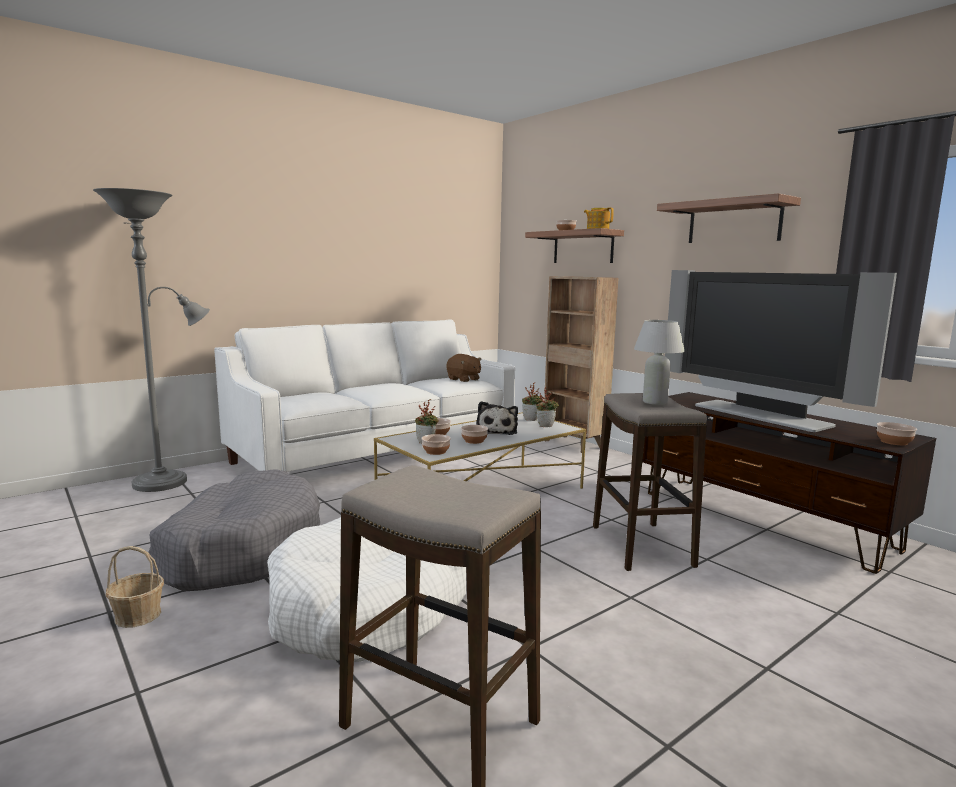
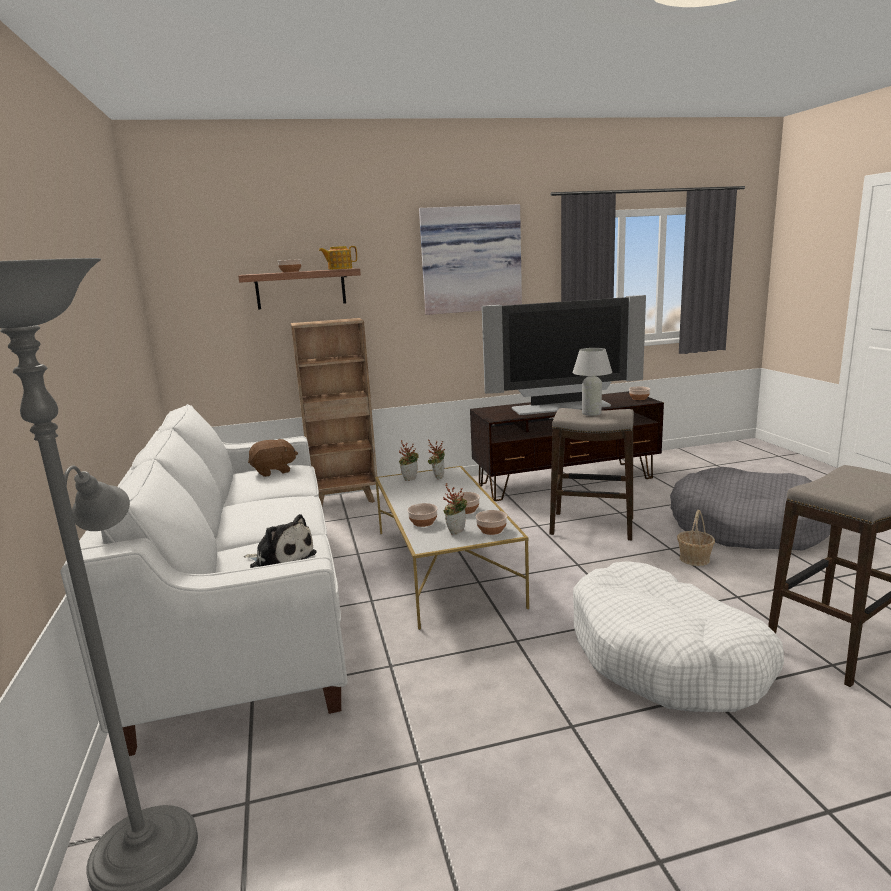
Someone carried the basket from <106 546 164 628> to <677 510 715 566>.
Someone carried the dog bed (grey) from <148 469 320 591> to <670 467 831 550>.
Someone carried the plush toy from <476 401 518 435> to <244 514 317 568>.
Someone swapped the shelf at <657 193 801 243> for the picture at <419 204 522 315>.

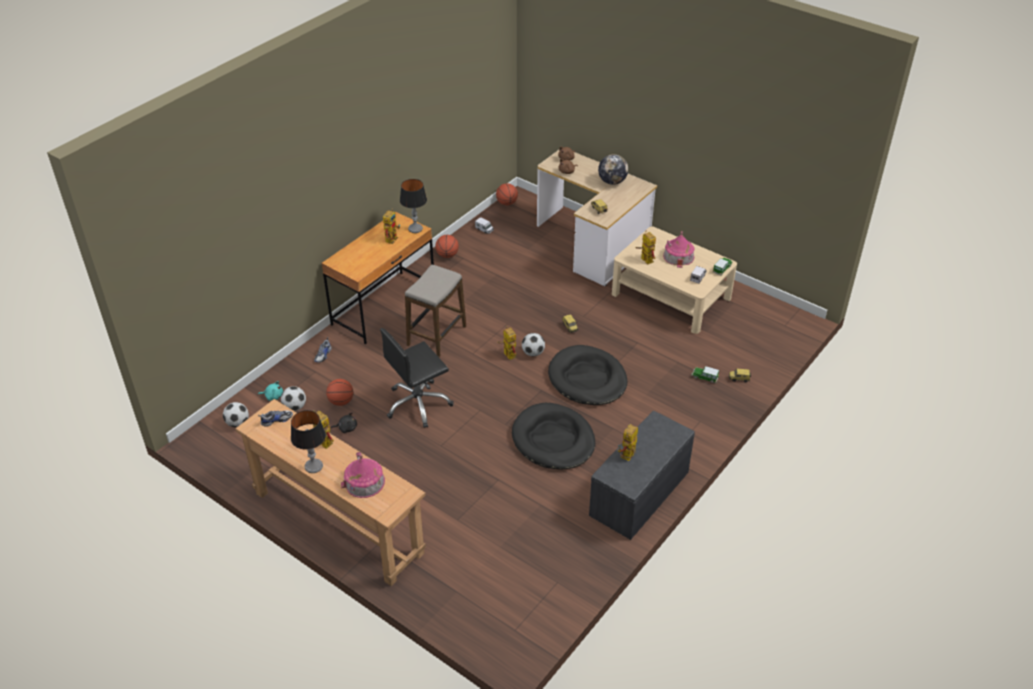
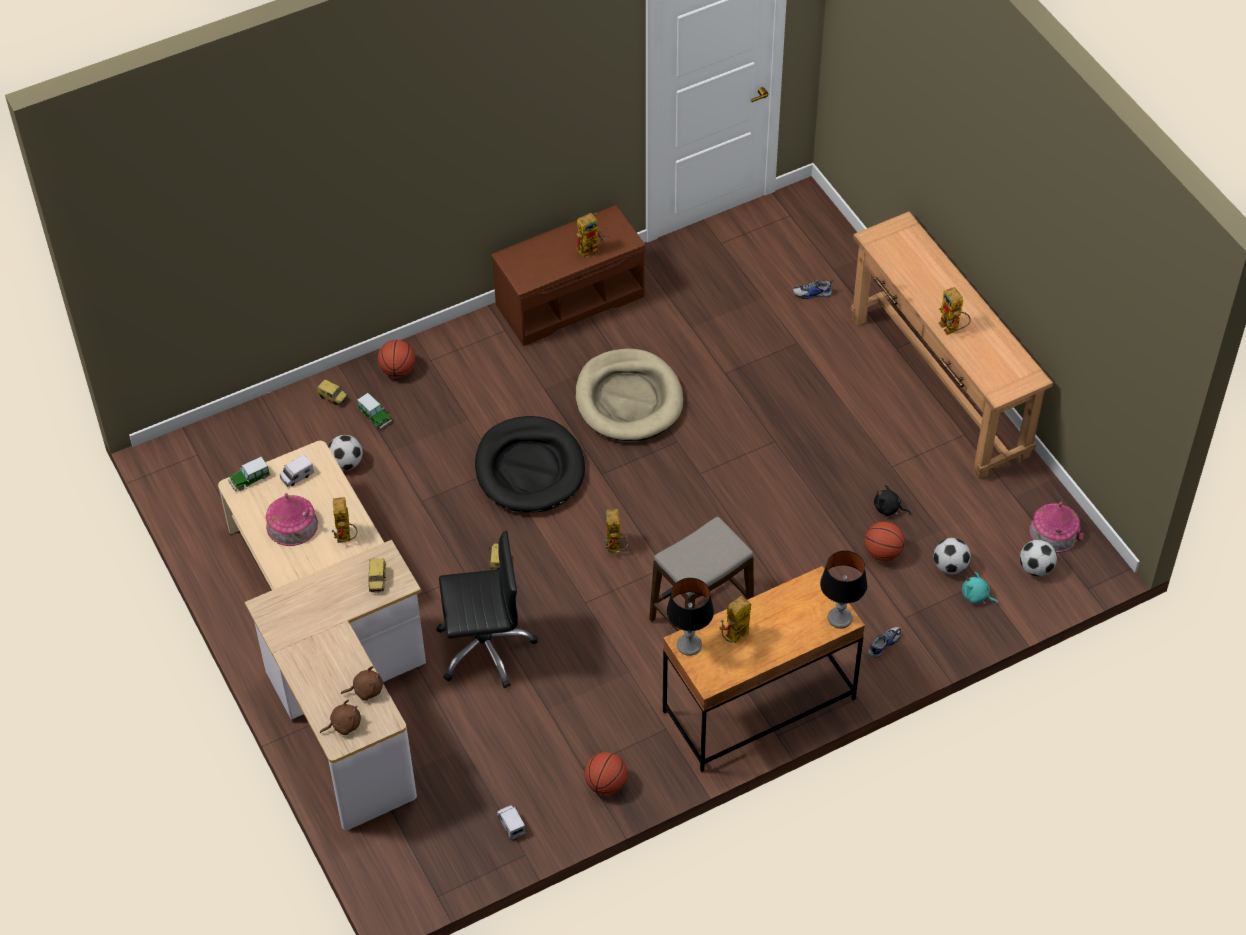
Someone carried the shoe from <258 411 293 427> to <793 280 833 300>.
Someone carried the table lamp from <291 410 326 473> to <820 551 867 629>.
Someone carried the toy house from <341 452 385 498> to <1029 502 1084 553>.
Someone carried the office chair (black) from <380 328 454 428> to <436 531 538 688>.
Someone carried the basketball from <496 183 518 205> to <378 340 415 377>.
Someone repainted the dog bed (black) at <512 403 596 470>, which became the dog bed (beige) at <575 348 683 441>.
Someone carried the football from <522 333 545 356> to <328 435 363 470>.
Someone repainted the bench (grey) at <589 411 695 540>, which became the bench (brown) at <491 205 645 346>.
Someone took away the globe at <598 154 628 185>.

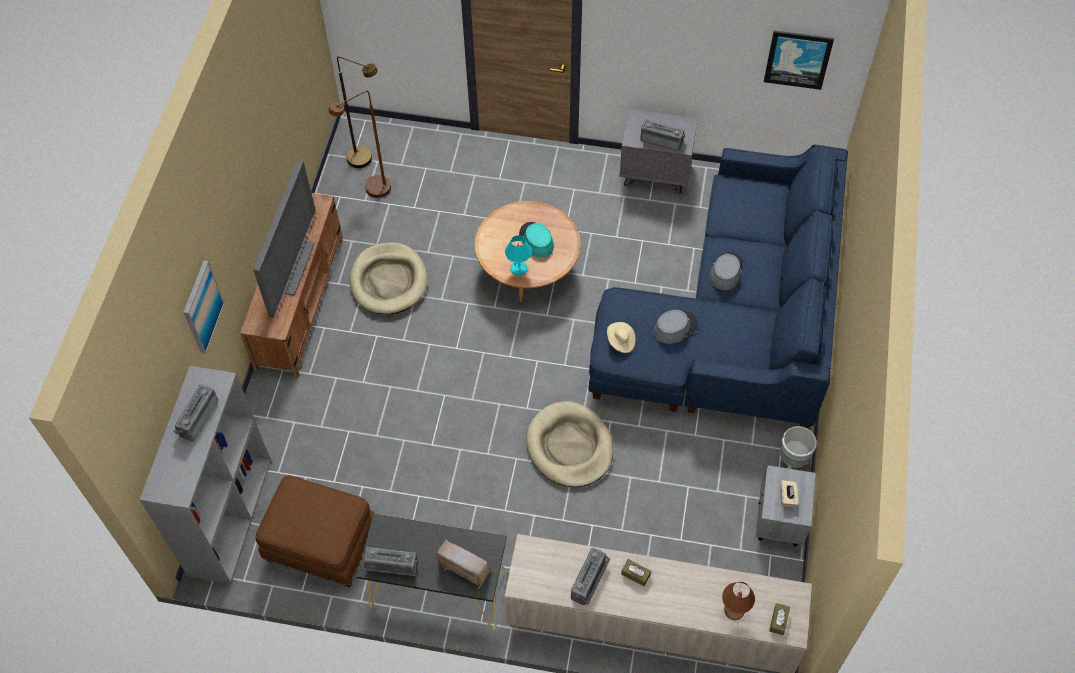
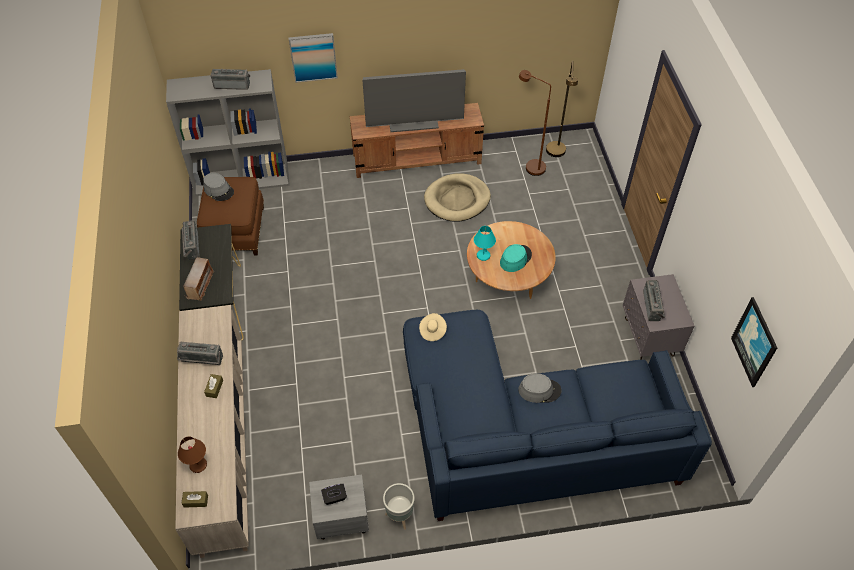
Someone took away the dog bed (beige) at <526 401 613 487>.
Someone carried the hat (grey) from <653 310 698 344> to <203 173 234 201>.
Someone repainted the tissue box (beige) at <780 480 798 507>, which became the tissue box (black) at <321 484 347 505>.

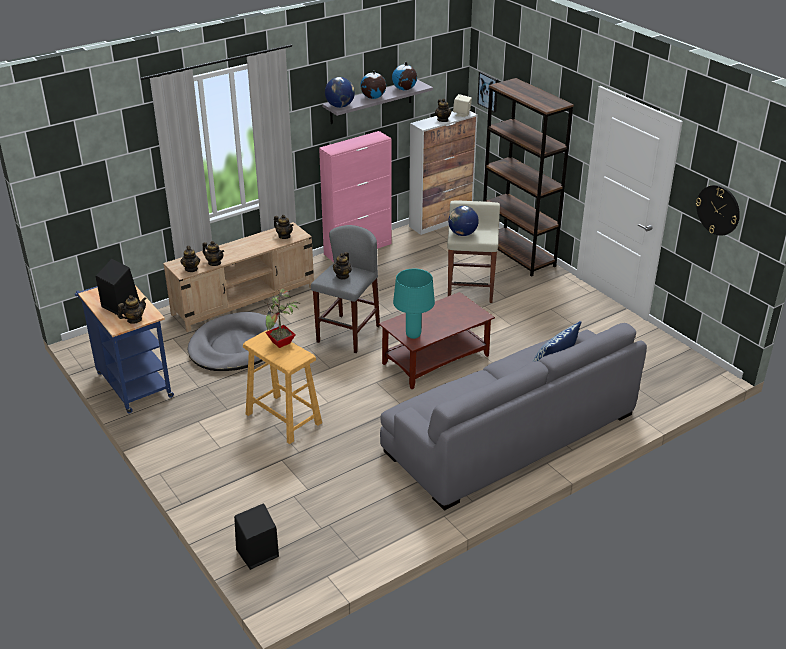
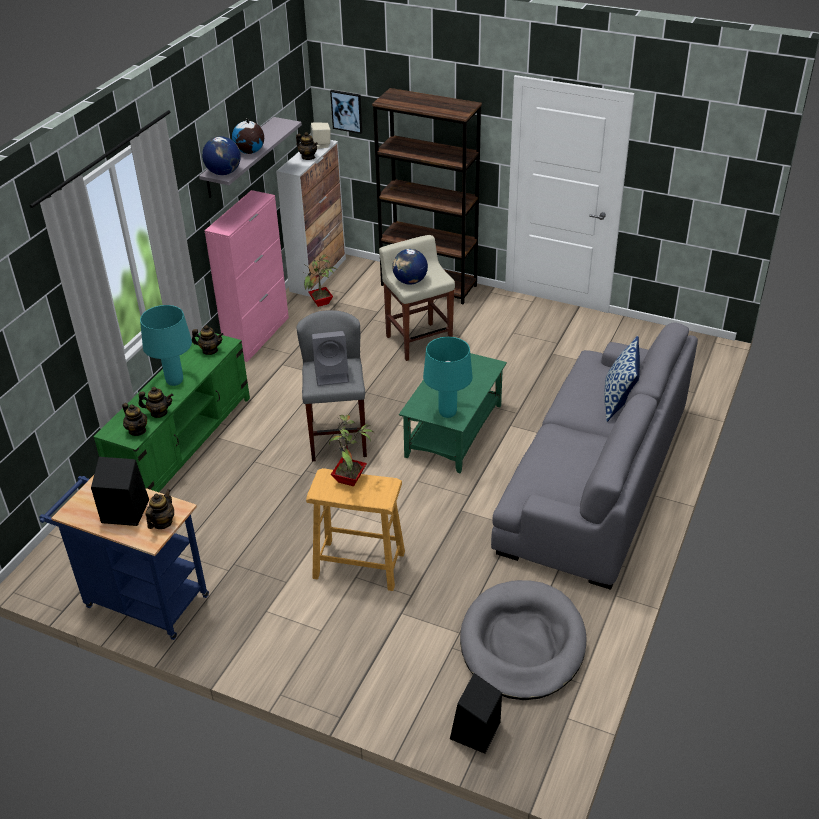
Someone repainted the tv stand (beige) at <163 222 314 332>, which became the tv stand (green) at <93 333 250 492>.
Someone carried the dog bed (grey) from <188 312 279 371> to <460 580 587 700>.
Someone swapped the teapot at <333 252 352 280> for the speaker (grey) at <312 331 349 386>.
Someone repainted the coffee table (brown) at <379 292 495 389>, which became the coffee table (green) at <399 353 507 473>.
Someone took away the globe at <392 62 417 90>.
Someone took away the wall clock at <696 185 740 236>.
Someone put down the table lamp (turquoise) at <140 305 192 386>.
Someone put down the potted plant at <304 254 336 307>.

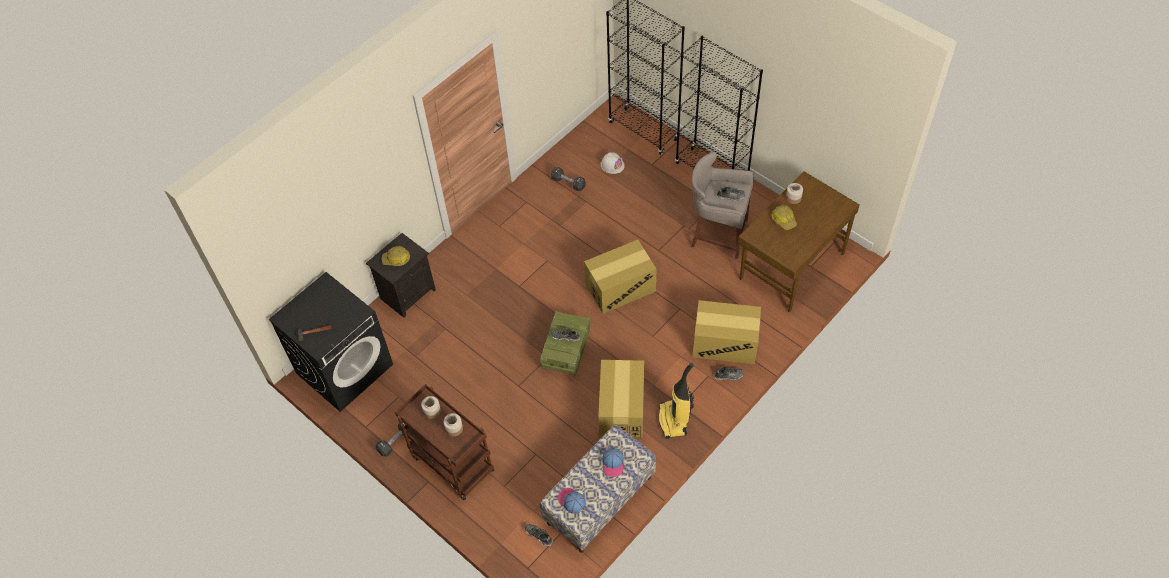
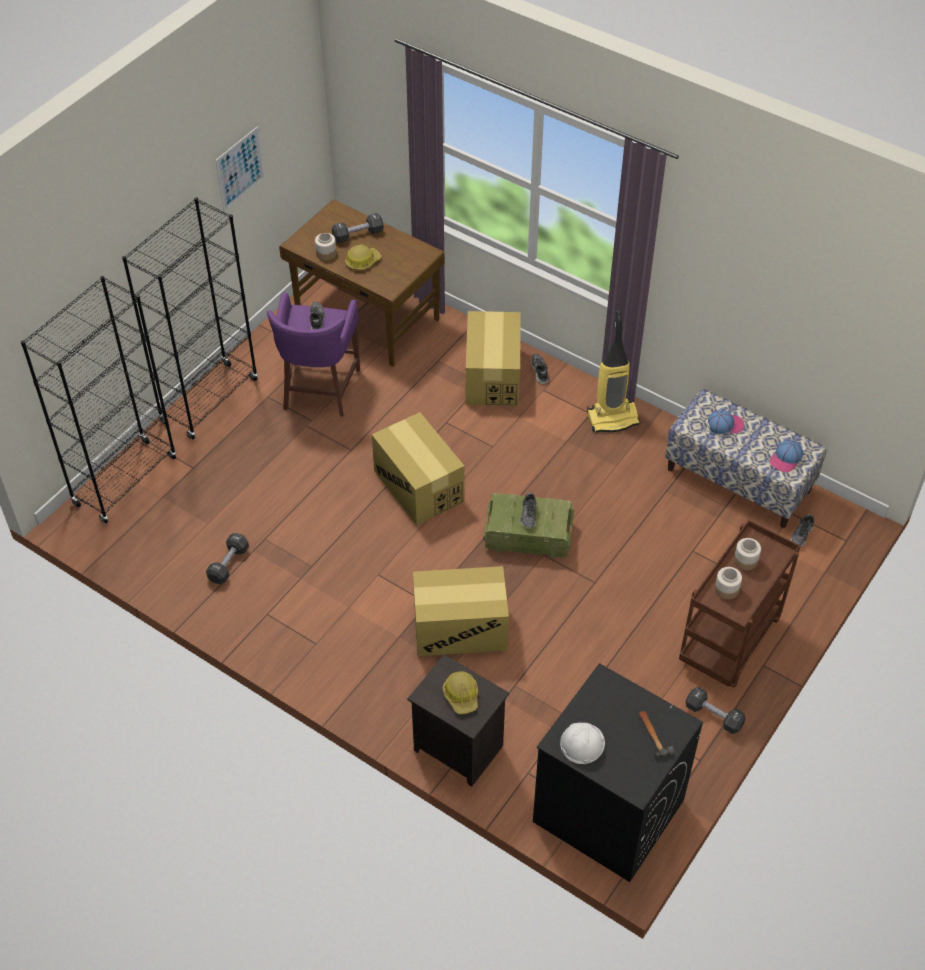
Someone carried the cardboard box from <599 360 644 438> to <413 566 509 656>.
Someone carried the hard hat (white) from <601 152 625 174> to <560 722 605 764>.
Someone repainted the stool (grey) at <691 152 754 259>, which became the stool (purple) at <267 292 360 416>.
Someone put up the picture at <215 126 265 211>.
Someone put down the dumbbell (black) at <332 213 384 243>.

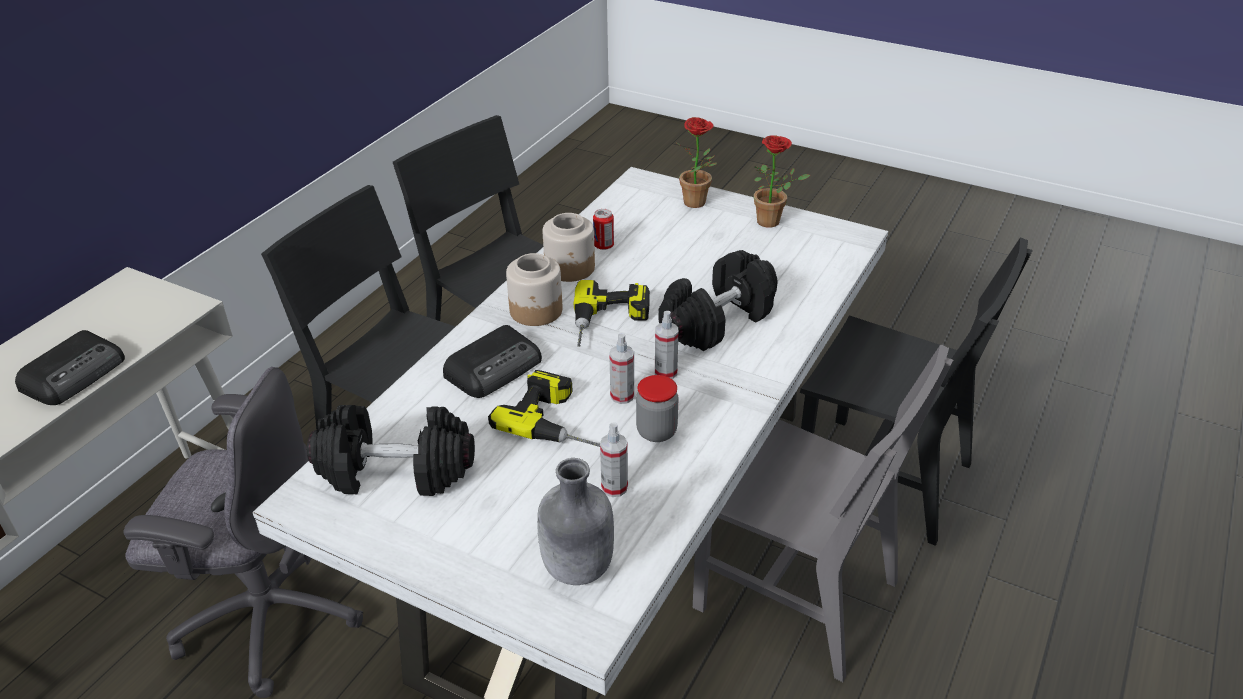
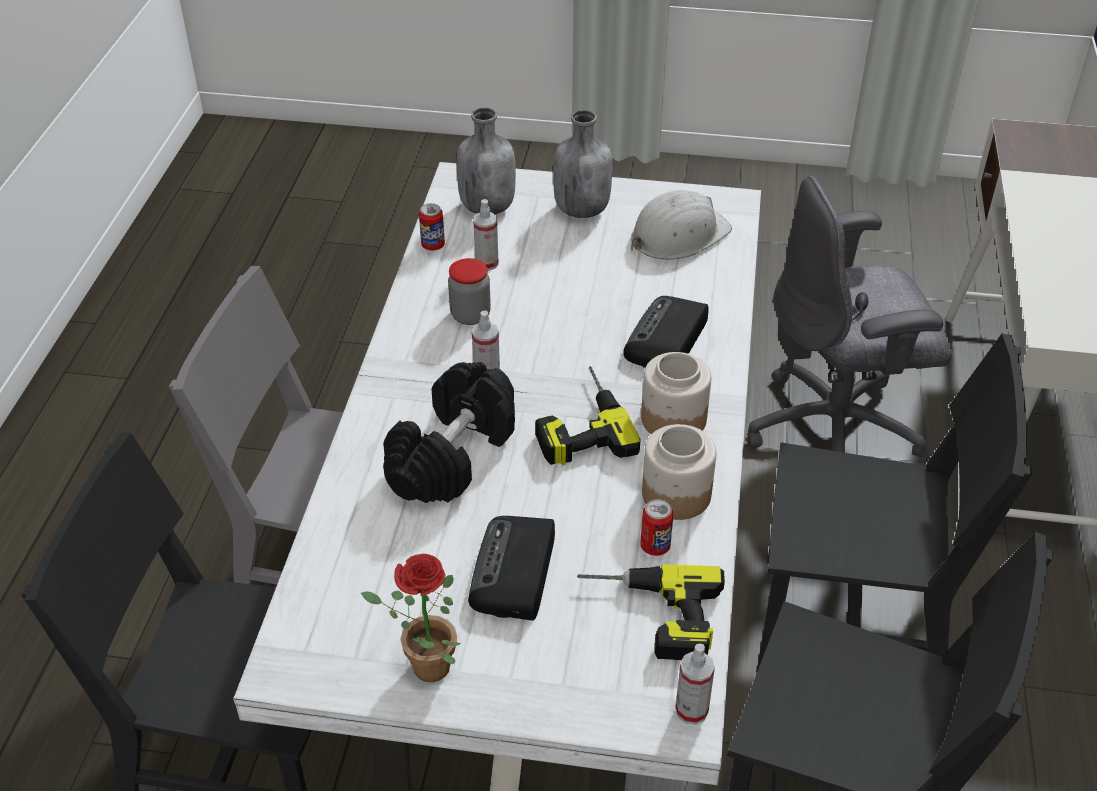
Someone carried the radio from <15 330 125 405> to <468 516 555 621>.
Someone swapped the dumbbell (black) at <307 405 475 496> for the hard hat (white) at <631 190 732 260>.
Someone carried the power drill from <488 370 600 447> to <577 564 725 660>.
Someone carried the spray bottle from <609 333 634 404> to <675 644 715 725>.
Someone took away the potted plant at <677 117 717 208>.
Someone put down the can at <419 203 445 251>.
Someone put down the bottle (grey) at <553 110 612 218>.

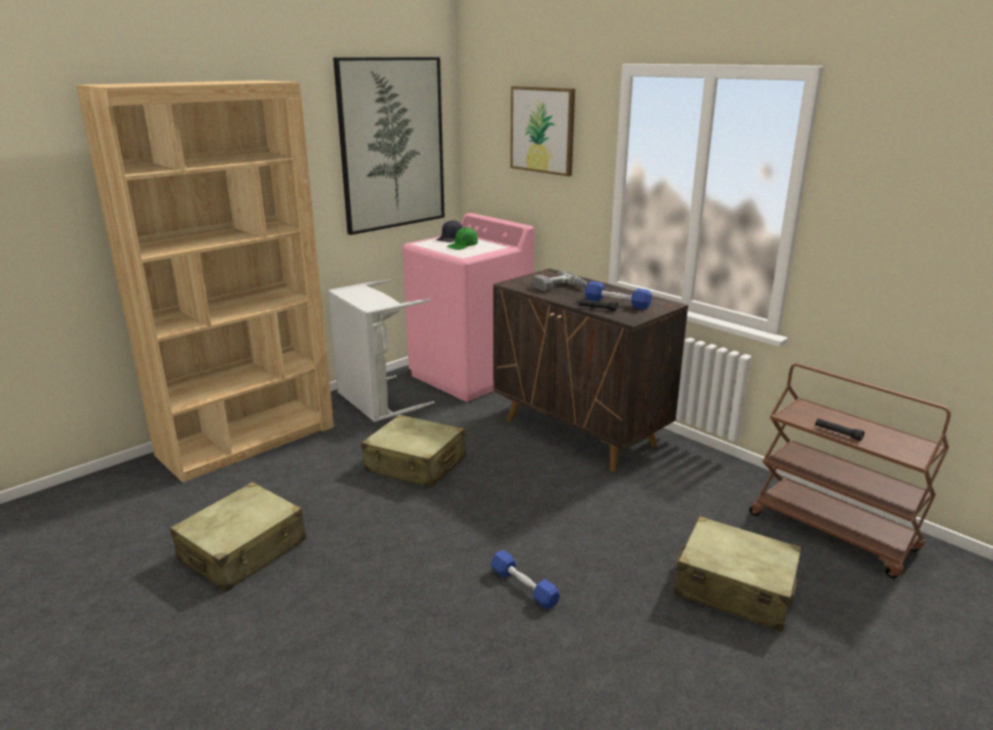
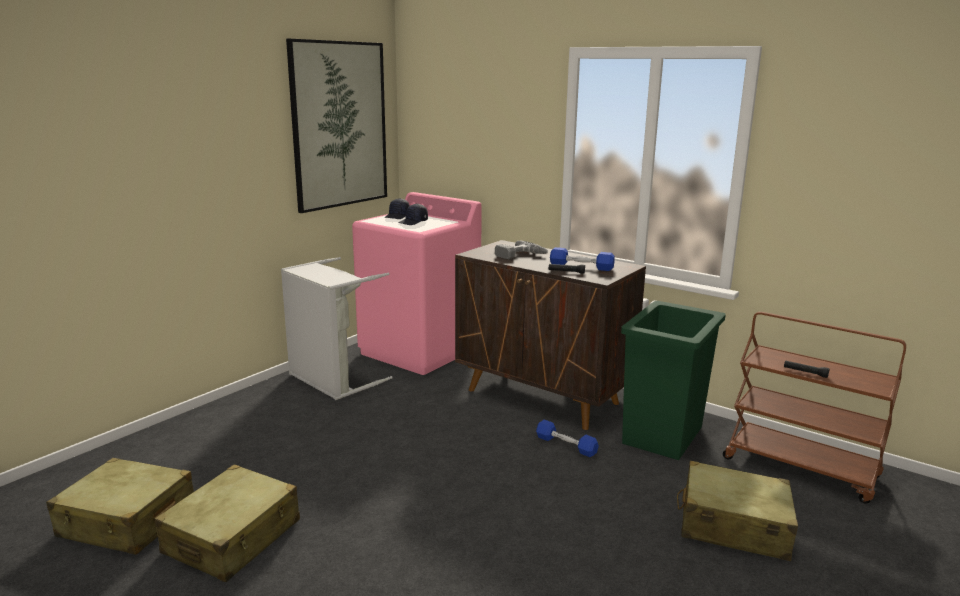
Someone took away the bookcase (brown) at <76 80 334 483>.
Someone carried the suitcase (beige) from <361 414 466 488> to <46 458 194 555>.
Someone repainted the cap (green) at <446 227 478 250>, which became the cap (black) at <398 204 428 225>.
Someone carried the dumbbell (blue) from <491 550 560 609> to <536 420 599 457>.
Someone took away the picture at <510 86 575 176>.
Someone put down the trash can (green) at <621 301 726 460>.

